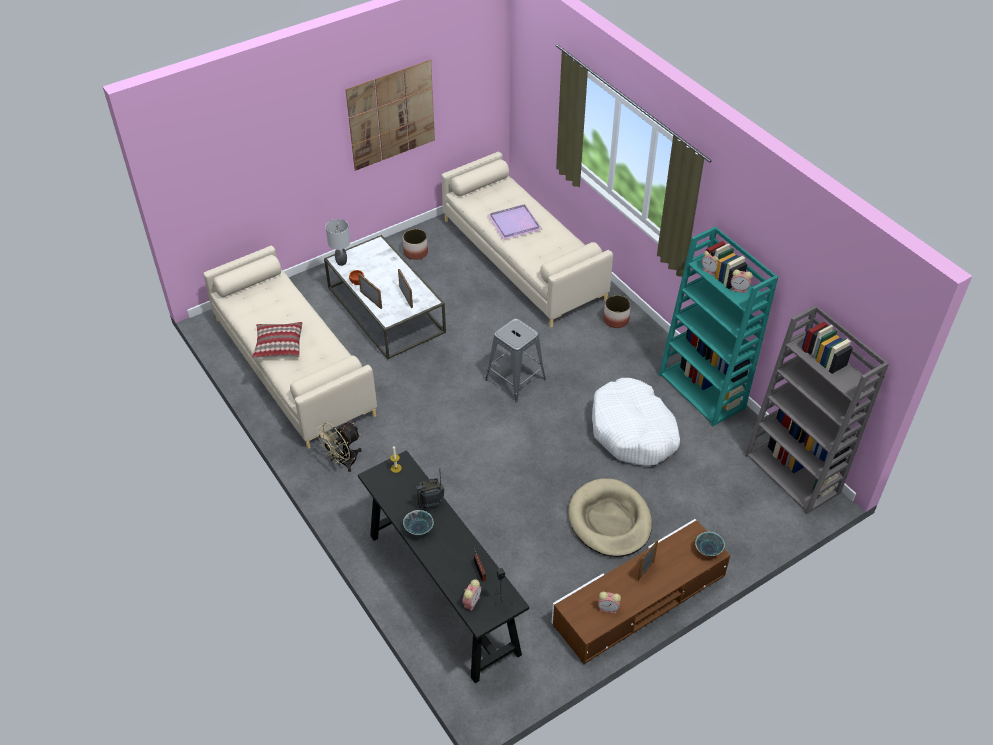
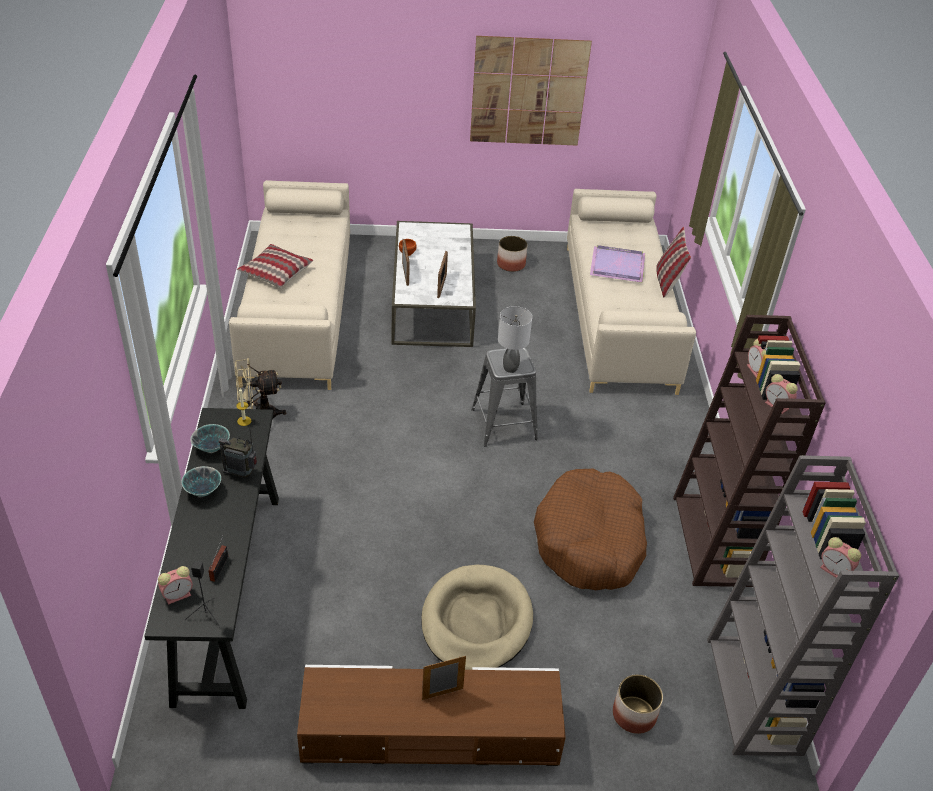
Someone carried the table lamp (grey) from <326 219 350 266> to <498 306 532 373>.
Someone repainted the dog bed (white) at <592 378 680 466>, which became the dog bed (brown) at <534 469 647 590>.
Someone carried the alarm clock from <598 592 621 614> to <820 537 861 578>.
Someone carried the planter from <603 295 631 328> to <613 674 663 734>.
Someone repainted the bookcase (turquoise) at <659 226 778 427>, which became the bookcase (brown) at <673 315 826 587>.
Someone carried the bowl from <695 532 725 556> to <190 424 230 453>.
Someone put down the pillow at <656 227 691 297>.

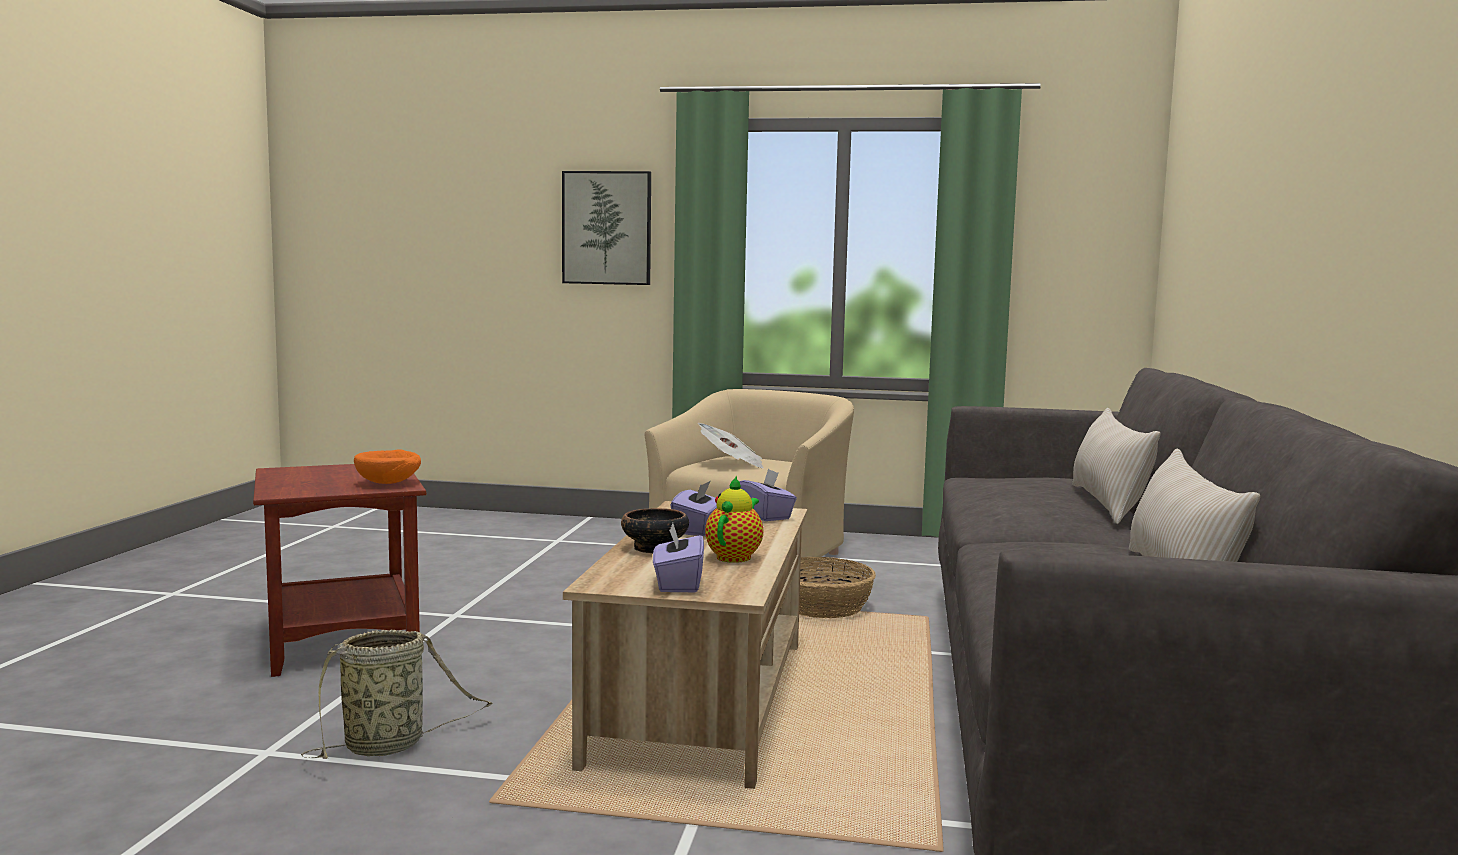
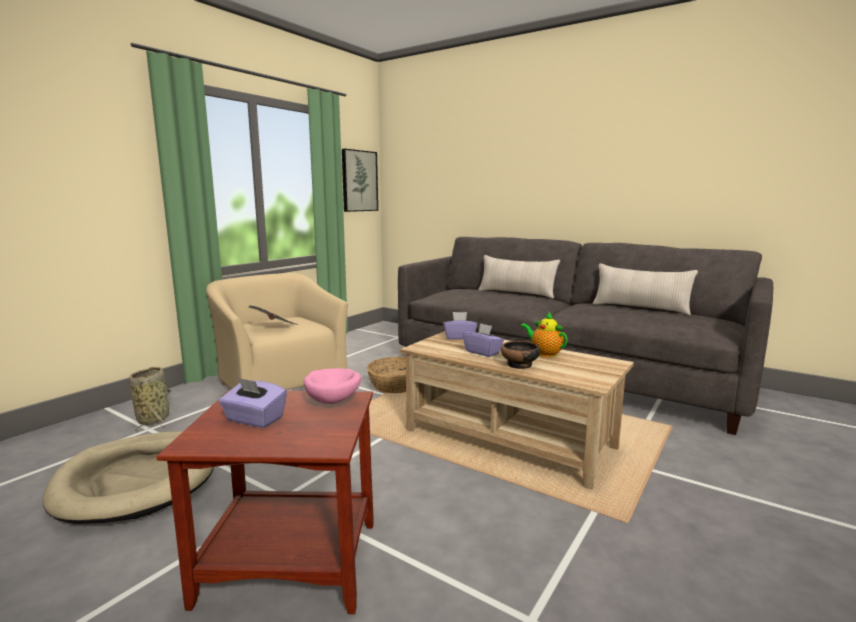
Someone carried the basket from <301 630 493 759> to <129 367 171 432>.
Someone repainted the bowl (orange) at <354 449 421 484>, which became the bowl (pink) at <304 368 361 404>.
Someone carried the picture from <562 171 651 285> to <342 149 378 212>.
Someone carried the tissue box (purple) from <653 523 704 592> to <219 378 287 428>.
Someone put down the dog bed (beige) at <43 431 214 524>.

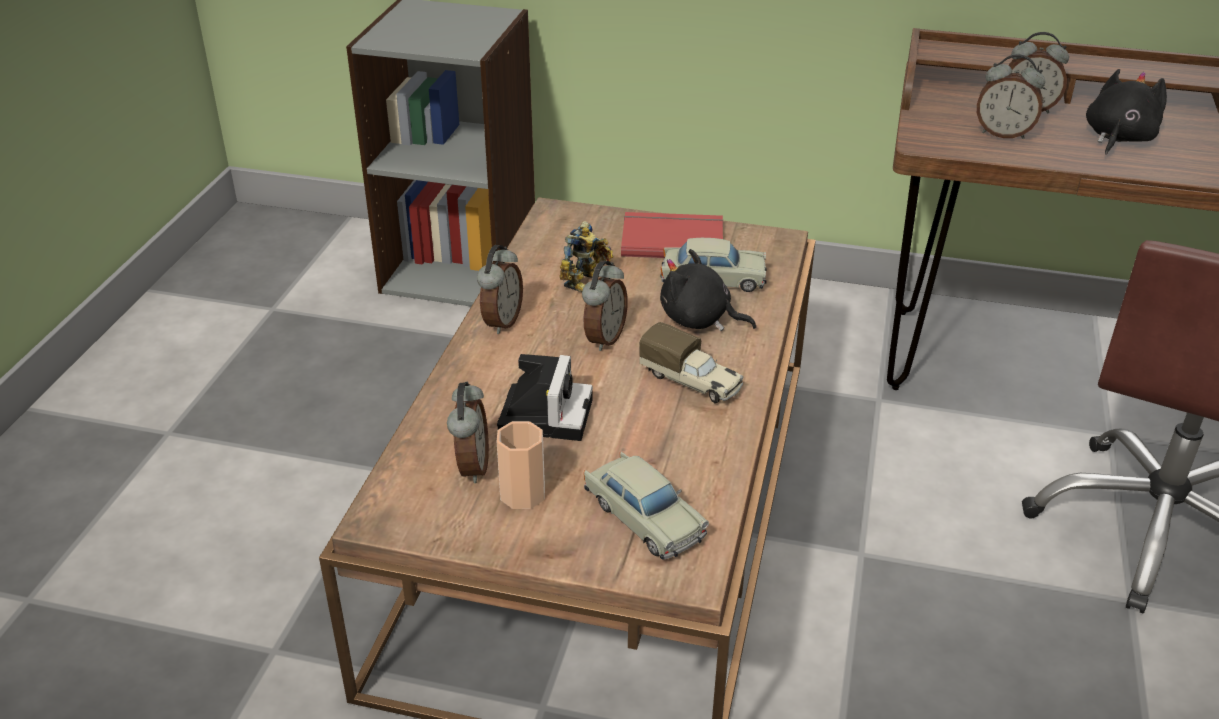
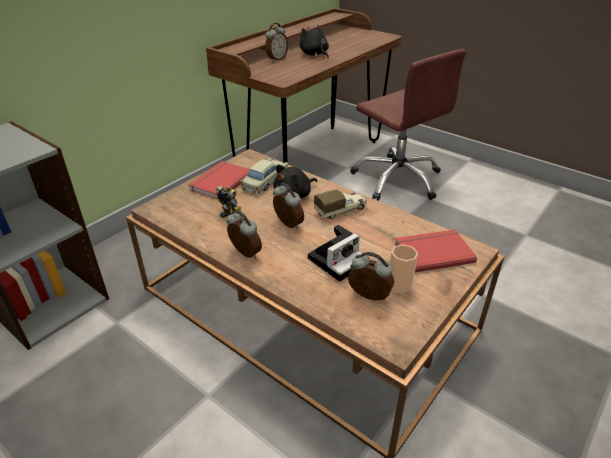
Someone rotated the photo camera at <497 354 593 441> by 105 degrees clockwise.
Someone swapped the toy car (beige) at <584 452 709 560> for the book (red) at <394 229 477 272>.
Someone took away the alarm clock at <977 54 1045 139>.

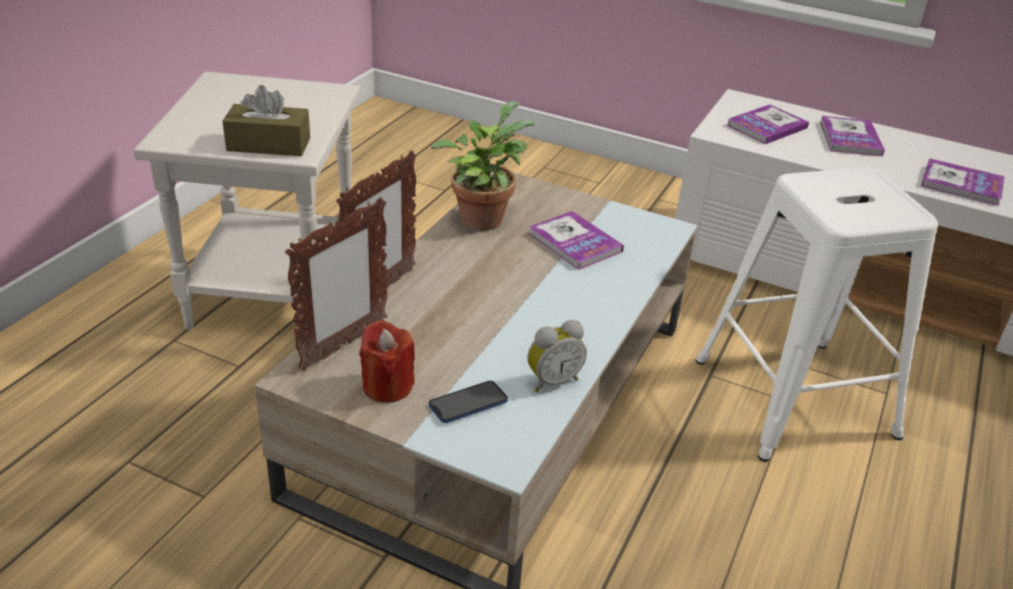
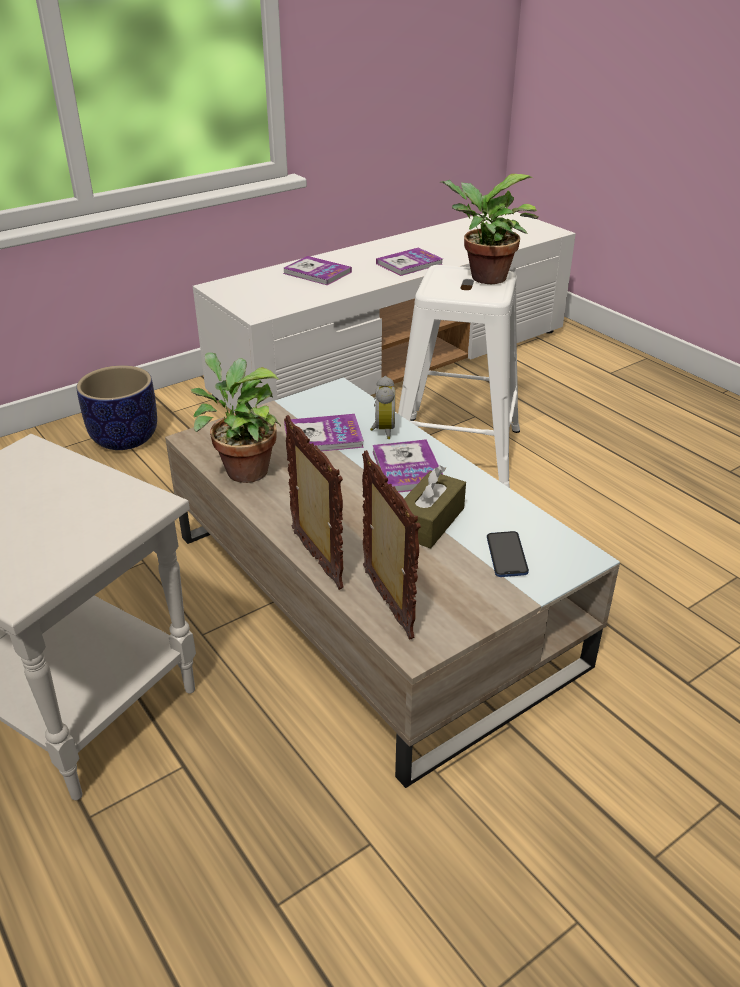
Someone carried the tissue box (brown) from <222 85 310 156> to <403 465 466 549>.
Someone took away the candle (red) at <360 320 415 403>.
Someone carried the alarm clock from <527 320 587 392> to <370 376 395 439>.
Someone carried the book from <727 104 809 144> to <373 439 443 493>.
Someone put down the planter at <76 365 157 450>.
Someone put down the potted plant at <439 174 538 284>.

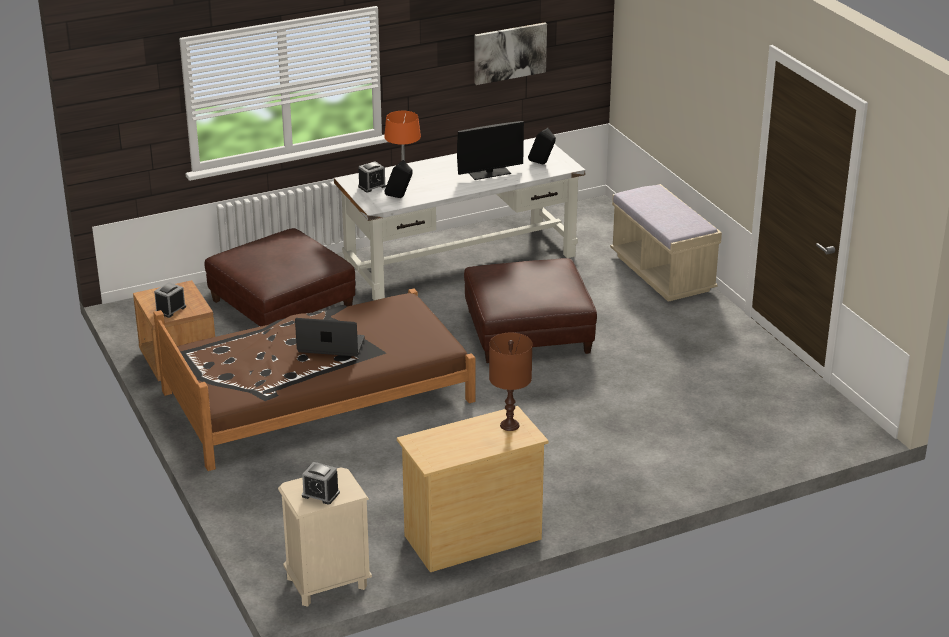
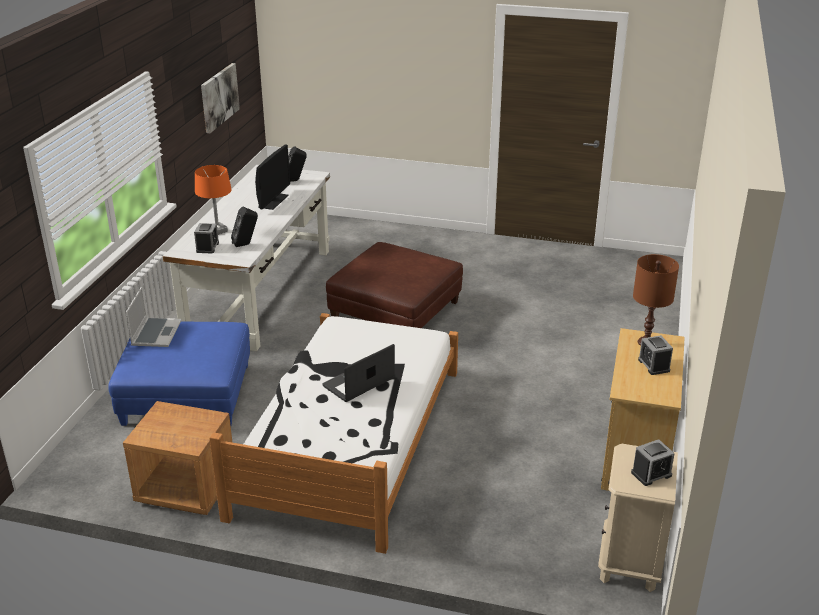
Someone repainted the bed (brown) at <153 288 475 471>, which became the bed (white) at <209 313 458 554>.
Someone carried the alarm clock from <154 282 186 318> to <638 335 673 375>.
Someone repainted the ottoman (brown) at <205 228 355 327>, which became the ottoman (blue) at <108 321 250 426>.
Someone took away the bench (beige) at <610 184 722 302>.
Someone put down the laptop at <126 287 181 347>.

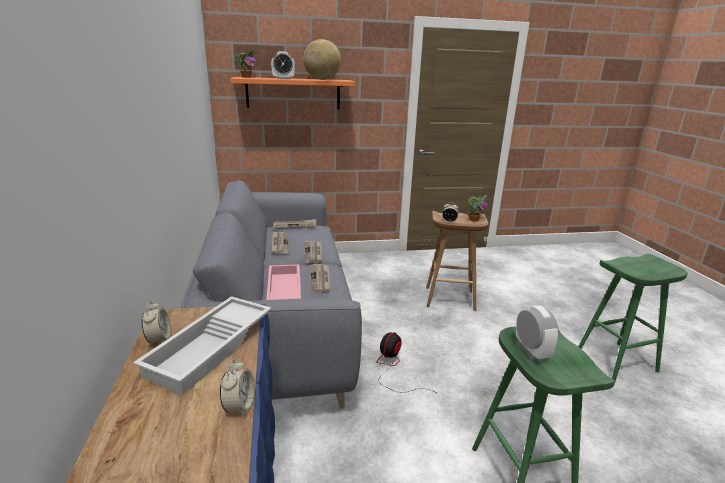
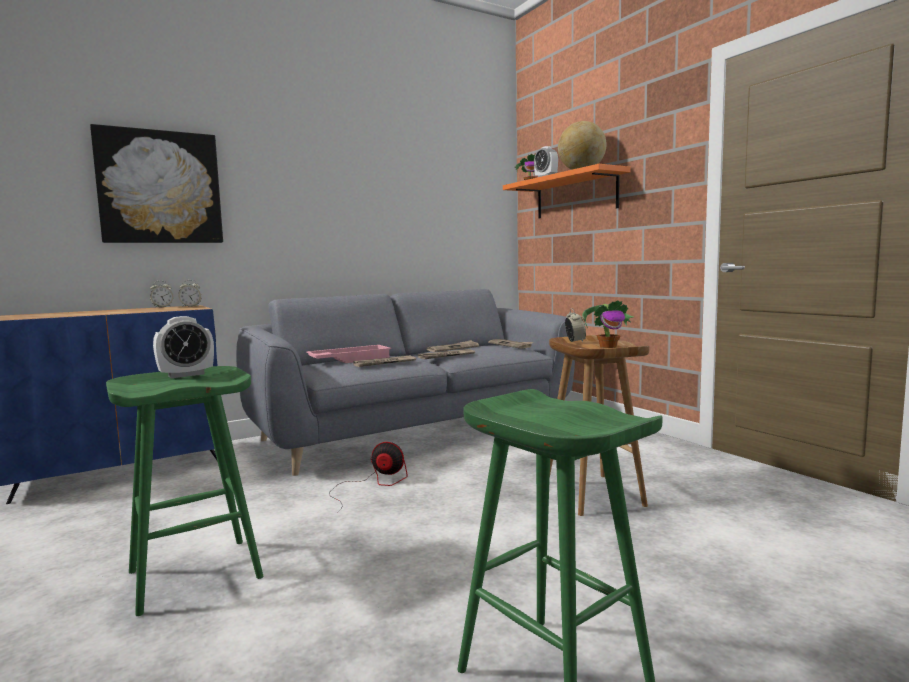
Someone took away the tray (white) at <133 296 271 395>.
Someone carried the alarm clock from <220 359 255 417> to <178 280 202 307>.
Someone put up the picture at <90 124 223 243>.

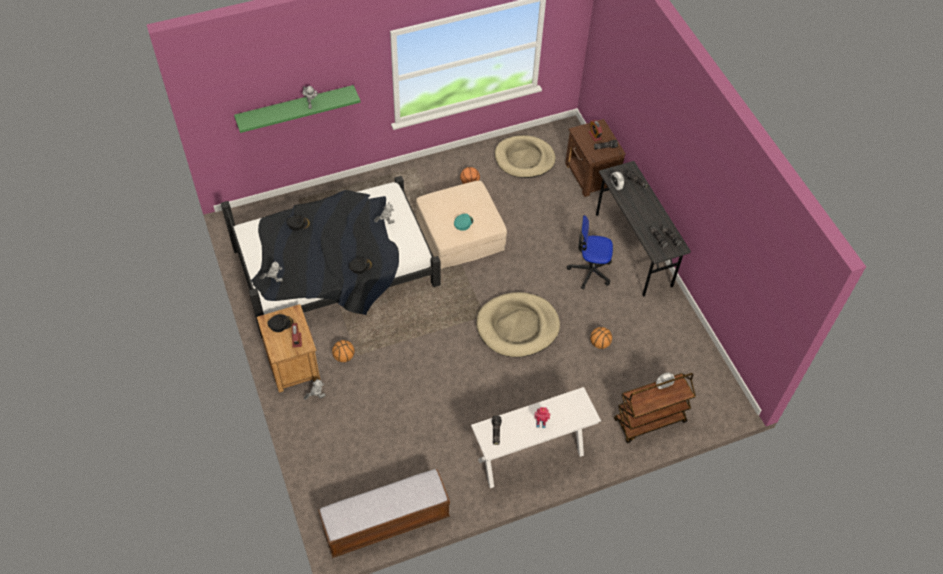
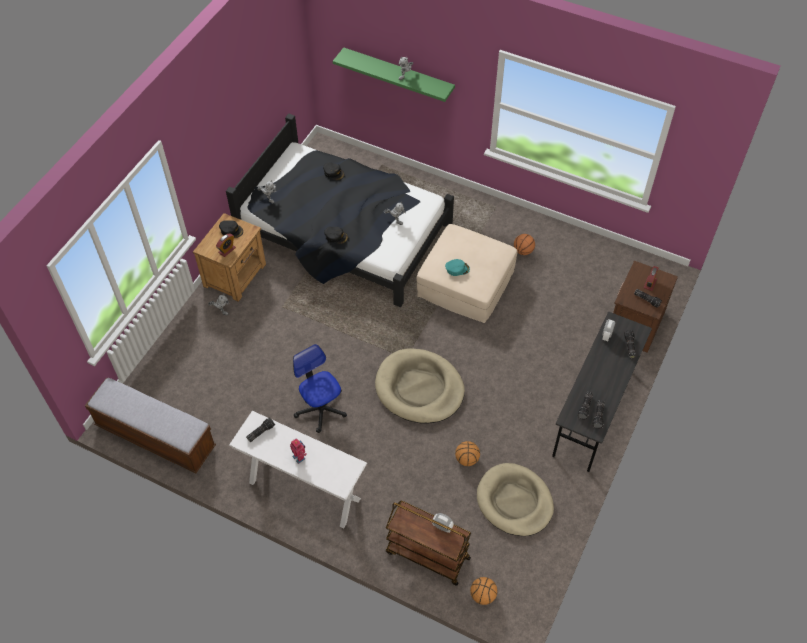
Someone carried the basketball from <332 340 354 362> to <470 577 497 605>.
Someone carried the dog bed (beige) from <495 135 556 178> to <477 463 554 536>.
Someone carried the office chair from <567 215 613 290> to <293 344 347 433>.

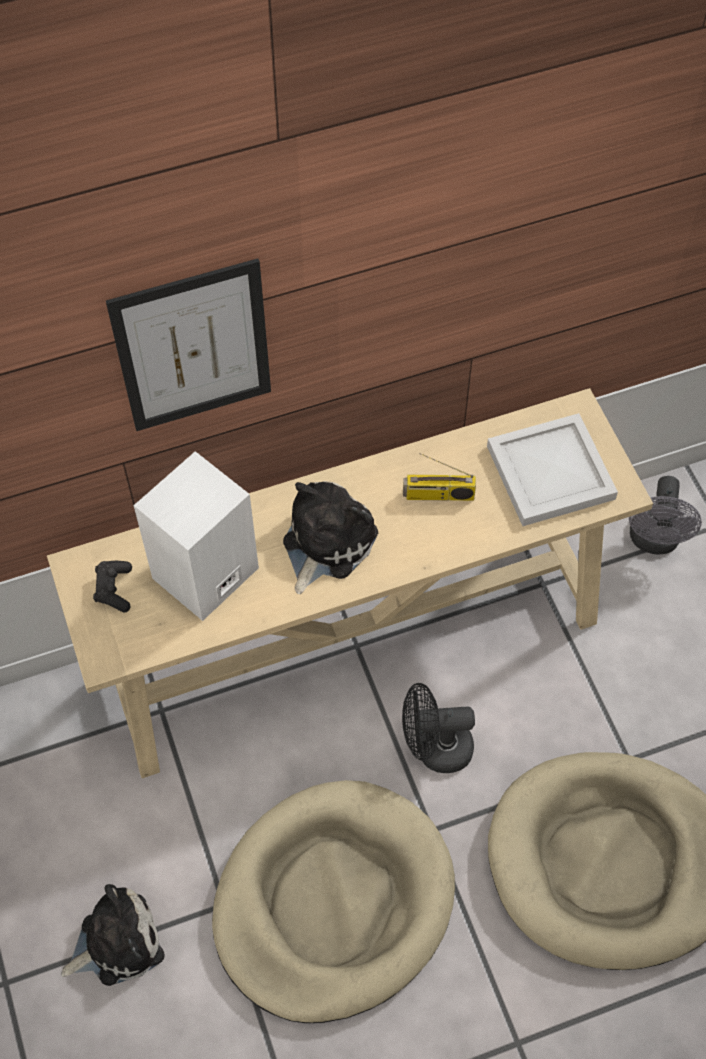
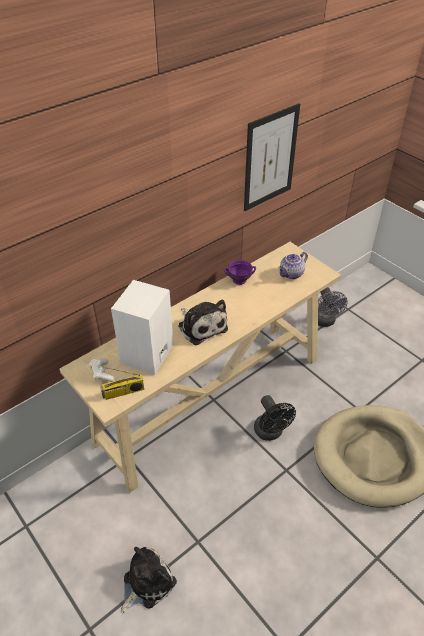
Someone repainted the game controller (black) at <93 560 132 612>, which became the game controller (white) at <89 358 114 382>.
Someone carried the picture from <106 258 271 431> to <244 103 300 211>.
Someone took away the dog bed (beige) at <212 780 455 1023>.
Someone rotated the plush toy at <283 481 378 594> by 135 degrees clockwise.
Someone rotated the fan (black) at <402 683 475 773> by 90 degrees counterclockwise.
Someone carried the radio from <403 453 476 501> to <100 367 144 400>.
Someone swapped the tray (white) at <487 413 618 526> for the teapot at <278 252 308 279>.
Someone put down the bowl (purple) at <224 260 256 285>.

